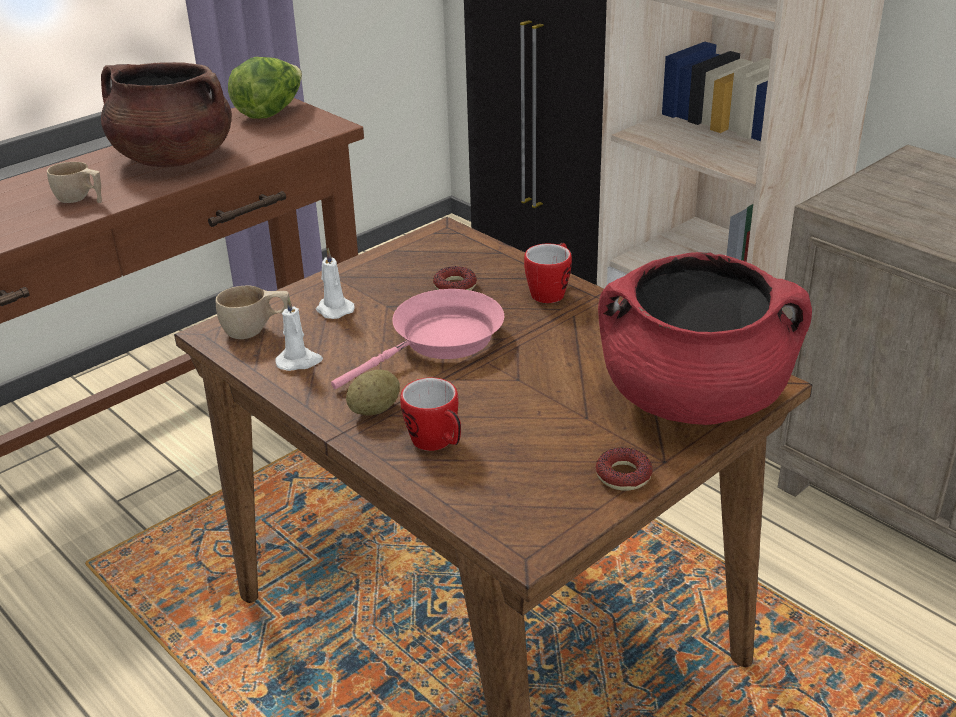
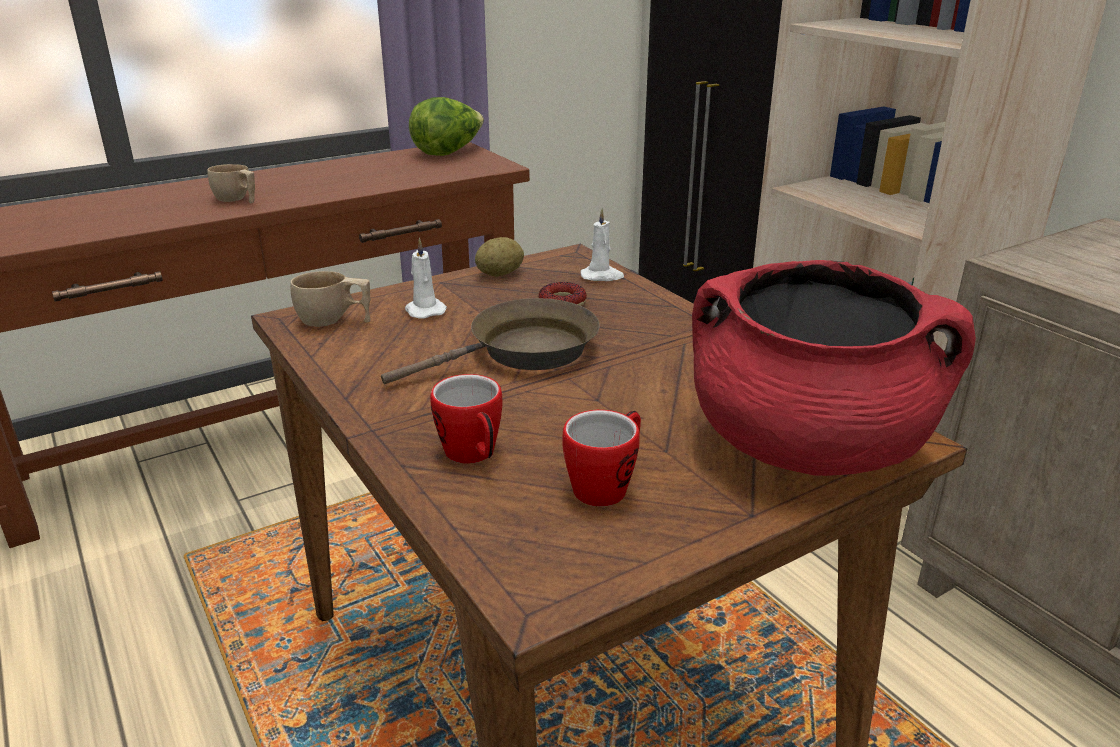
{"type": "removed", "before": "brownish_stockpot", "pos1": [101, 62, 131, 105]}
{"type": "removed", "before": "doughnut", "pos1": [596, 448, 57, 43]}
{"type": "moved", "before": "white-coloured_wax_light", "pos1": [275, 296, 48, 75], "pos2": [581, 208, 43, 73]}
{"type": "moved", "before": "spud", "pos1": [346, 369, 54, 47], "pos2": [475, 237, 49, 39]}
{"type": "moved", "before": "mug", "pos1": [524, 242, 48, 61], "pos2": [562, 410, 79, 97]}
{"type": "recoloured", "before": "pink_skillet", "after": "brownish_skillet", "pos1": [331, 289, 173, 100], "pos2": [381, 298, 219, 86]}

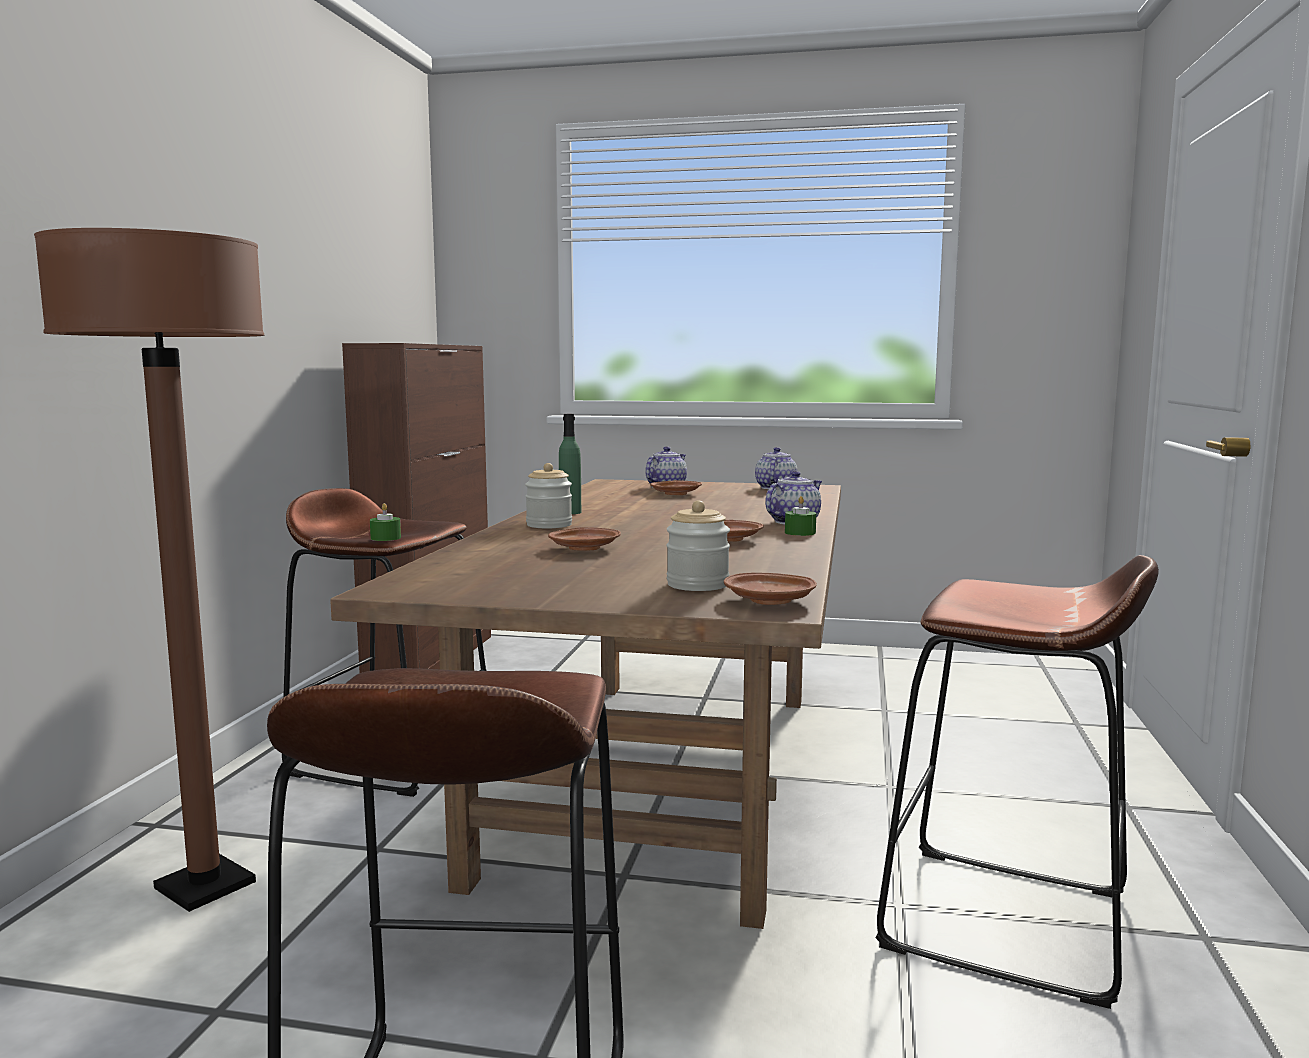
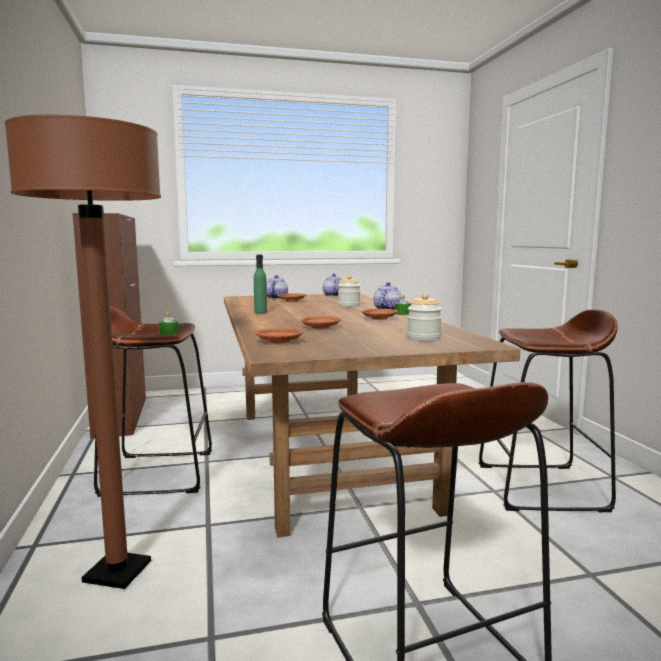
{"type": "moved", "before": "storage_jar", "pos1": [525, 463, 47, 65], "pos2": [338, 275, 22, 32]}
{"type": "moved", "before": "brownish_plate", "pos1": [724, 573, 93, 32], "pos2": [255, 329, 48, 14]}

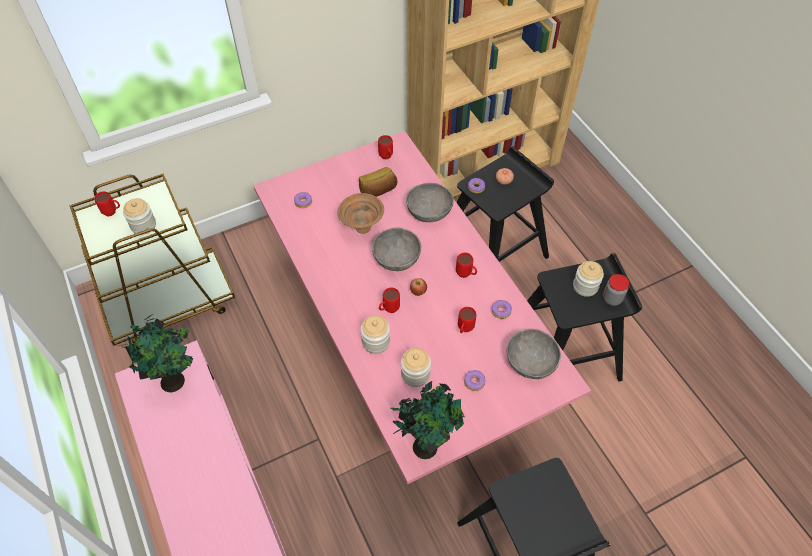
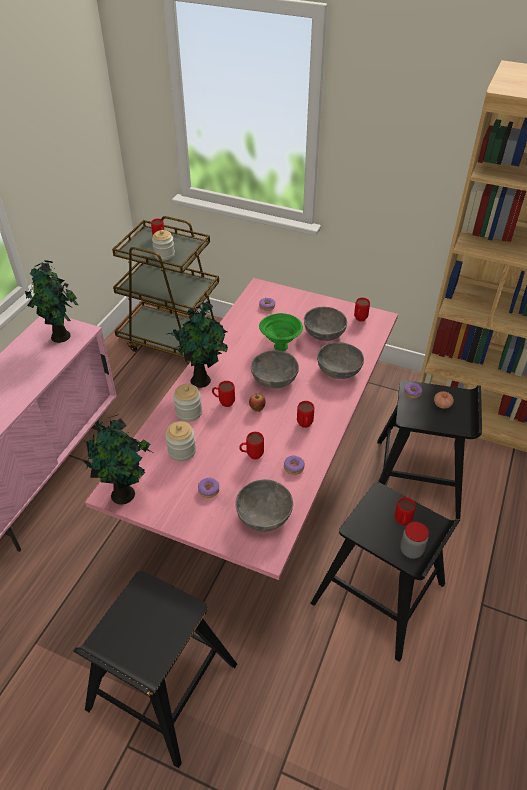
{"type": "added", "after": "plant_in_a_pot", "pos2": [168, 300, 60, 88]}
{"type": "replaced", "before": "bread", "after": "gray_deep_dish", "pos1": [359, 167, 38, 30], "pos2": [304, 307, 43, 34]}
{"type": "replaced", "before": "storage_jar", "after": "reddish_mug", "pos1": [573, 261, 31, 36], "pos2": [395, 497, 21, 29]}
{"type": "recoloured", "before": "brownish_deep_dish", "after": "green-coloured_deep_dish", "pos1": [337, 193, 47, 41], "pos2": [259, 313, 44, 38]}

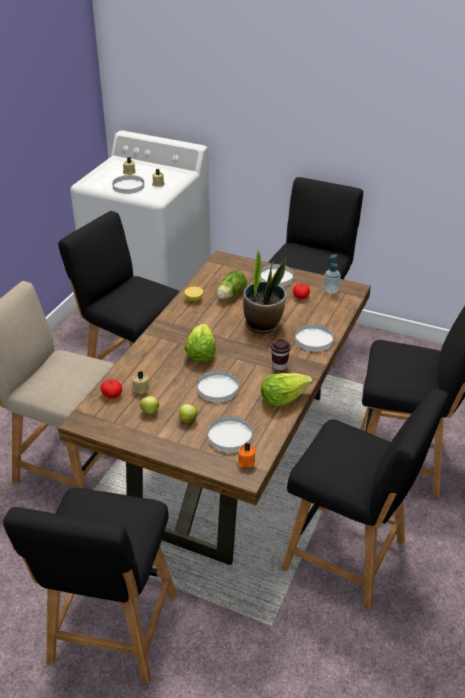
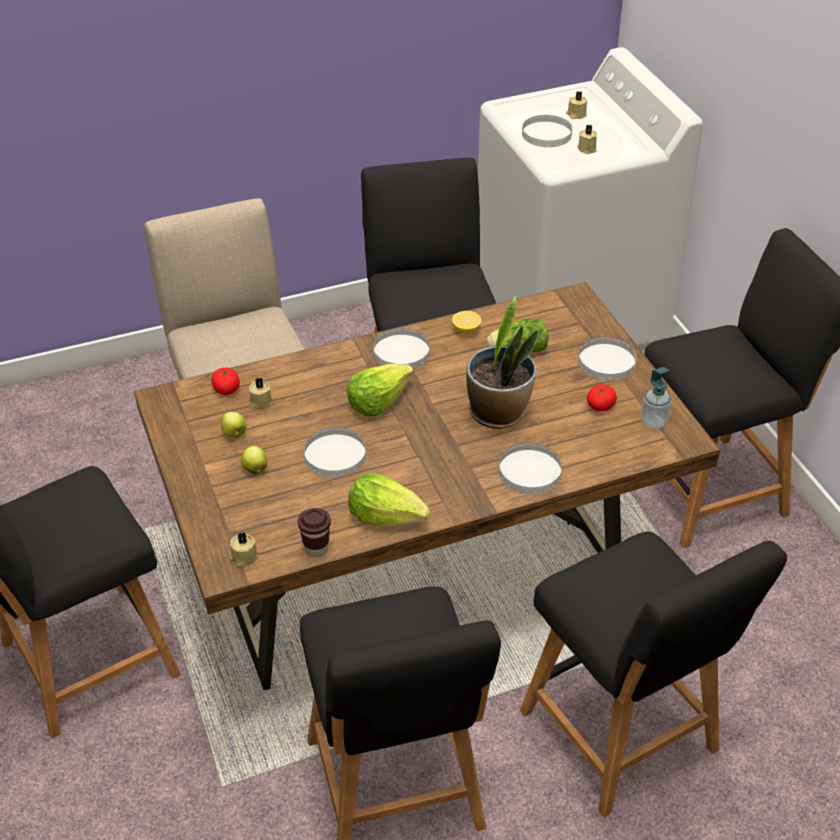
{"type": "moved", "before": "white-coloured_plate", "pos1": [208, 416, 44, 36], "pos2": [373, 328, 57, 41]}
{"type": "moved", "before": "brownish_small_cup", "pos1": [271, 339, 20, 31], "pos2": [298, 508, 33, 49]}
{"type": "recoloured", "before": "orange-coloured_wax_light", "after": "beige_wax_light", "pos1": [237, 443, 19, 25], "pos2": [229, 532, 29, 35]}

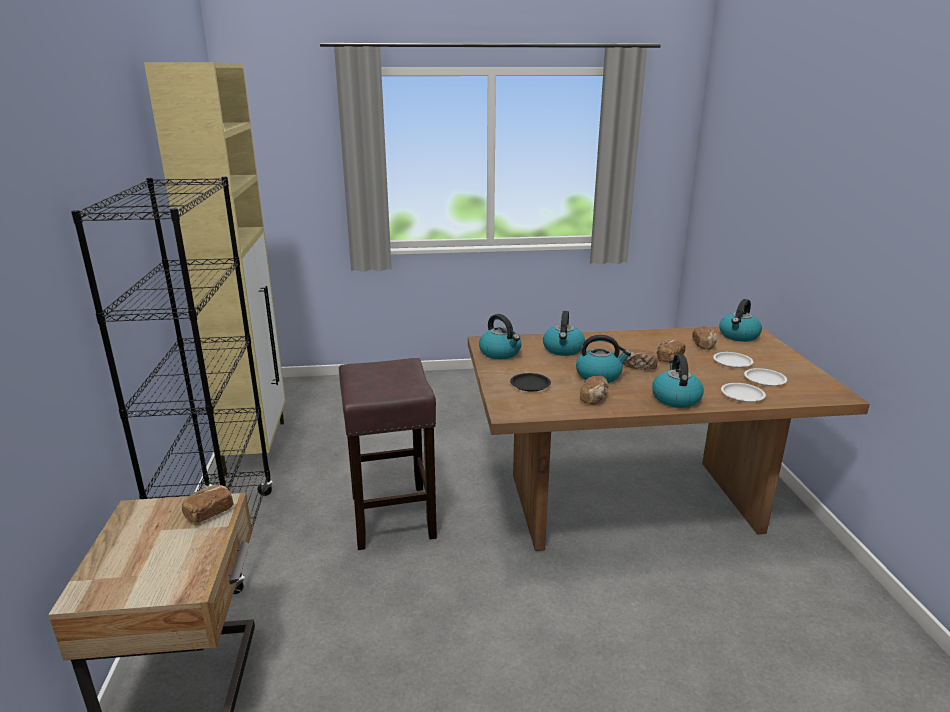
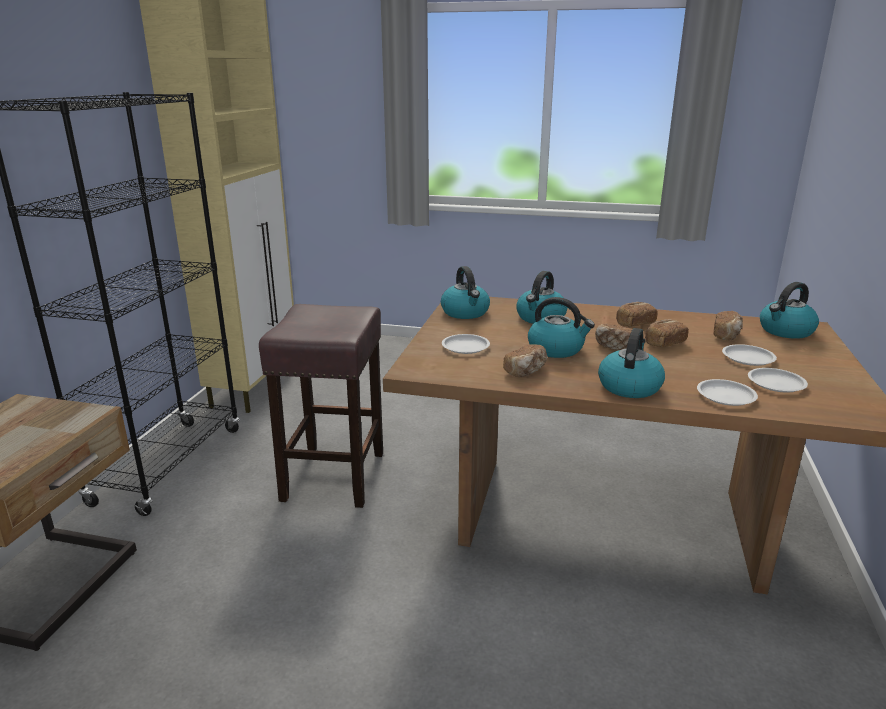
{"type": "moved", "before": "bread", "pos1": [182, 485, 51, 38], "pos2": [616, 302, 42, 25]}
{"type": "recoloured", "before": "black-coloured_plate", "after": "white-coloured_plate", "pos1": [510, 373, 41, 18], "pos2": [442, 334, 48, 20]}

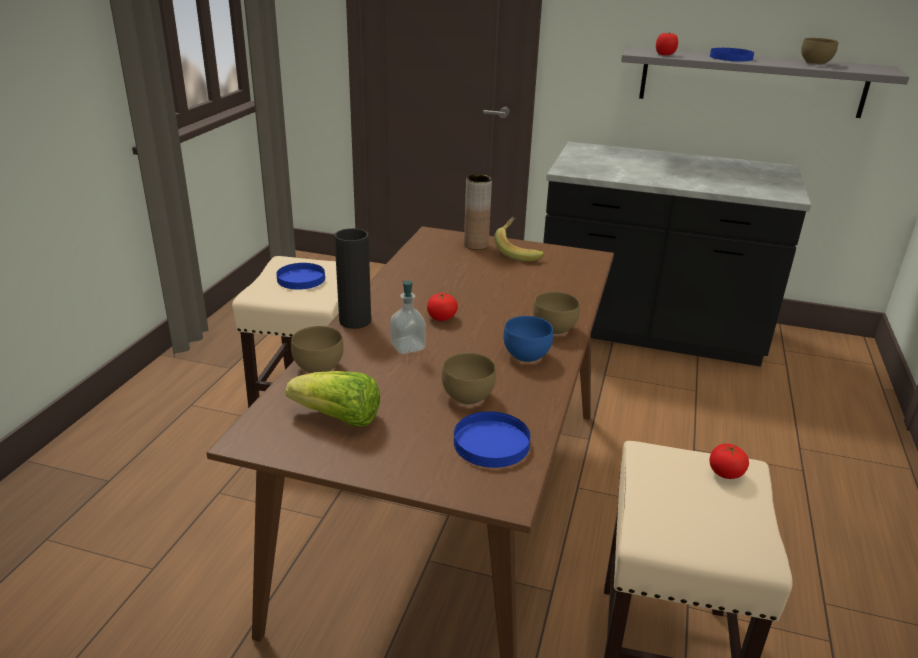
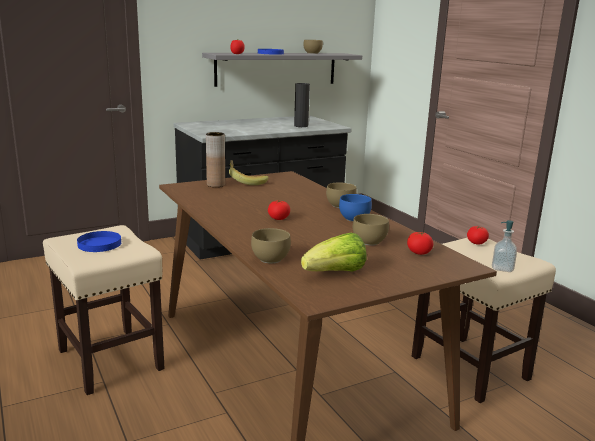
{"type": "moved", "before": "black-coloured_vase", "pos1": [334, 228, 37, 101], "pos2": [294, 83, 16, 44]}
{"type": "moved", "before": "soap_bottle", "pos1": [390, 281, 36, 73], "pos2": [492, 220, 25, 52]}
{"type": "replaced", "before": "bluish_plate", "after": "fresh_tomato", "pos1": [454, 411, 76, 57], "pos2": [407, 232, 26, 23]}

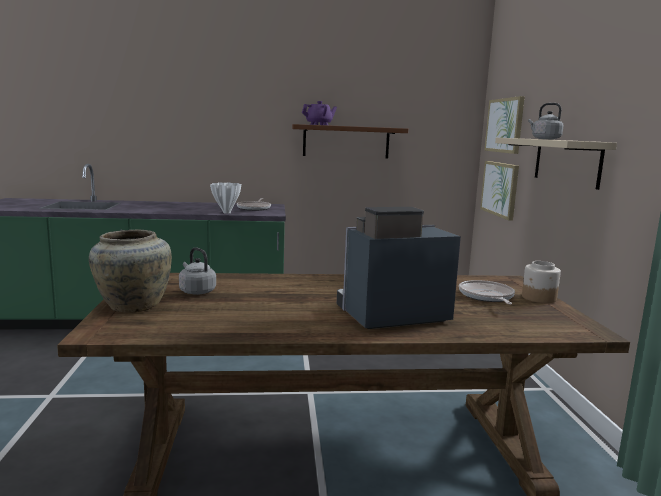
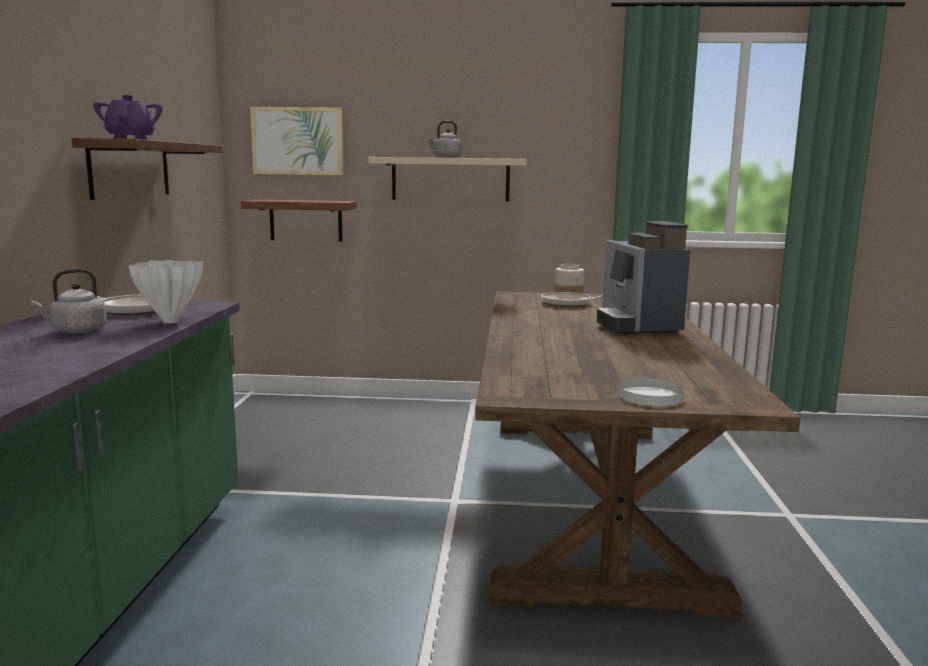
{"type": "moved", "before": "gray_water_kettle", "pos1": [179, 247, 37, 48], "pos2": [31, 269, 76, 65]}
{"type": "replaced", "before": "beige_vase", "after": "white-coloured_plate", "pos1": [89, 229, 83, 84], "pos2": [618, 378, 66, 28]}
{"type": "replaced", "before": "wall_art", "after": "wall_shelf", "pos1": [480, 161, 39, 60], "pos2": [240, 199, 117, 43]}

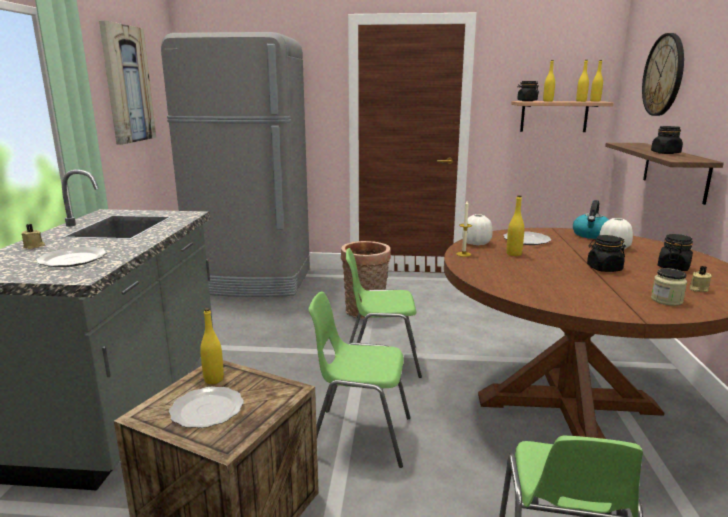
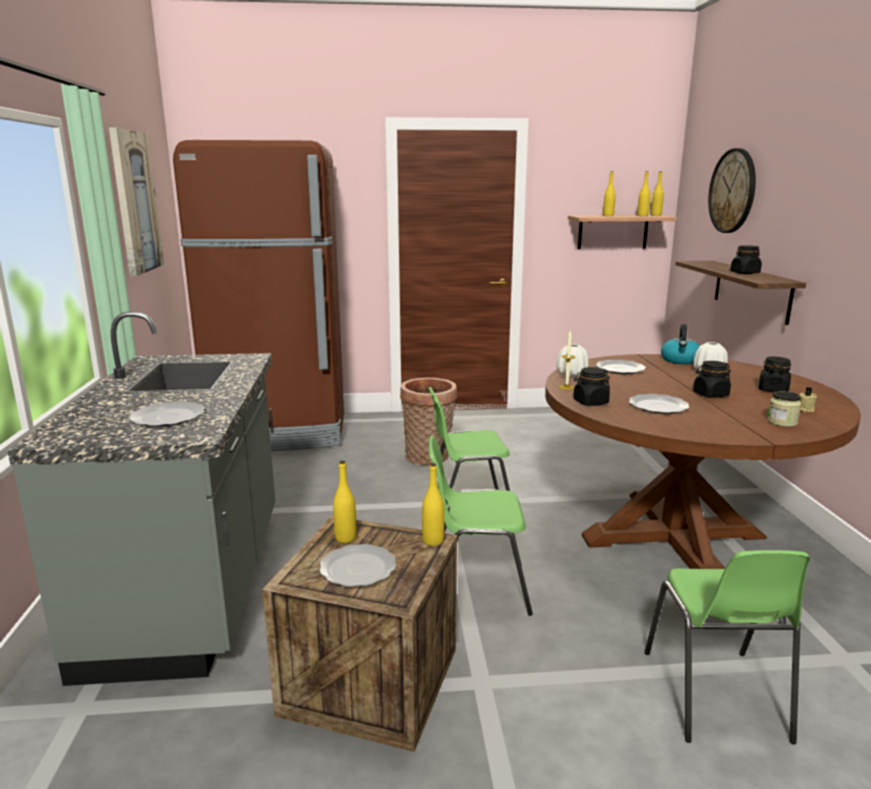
{"type": "removed", "before": "beige_wax_light", "pos1": [21, 224, 24, 25]}
{"type": "added", "after": "plate", "pos2": [629, 394, 61, 20]}
{"type": "moved", "before": "yellow-coloured_beverage_bottle", "pos1": [507, 195, 17, 61], "pos2": [422, 463, 23, 83]}
{"type": "moved", "before": "black-coloured_storage_jar", "pos1": [517, 81, 22, 20], "pos2": [573, 367, 37, 39]}
{"type": "recoloured", "before": "gray_fridge", "after": "brownish_fridge", "pos1": [161, 32, 149, 265], "pos2": [173, 140, 171, 311]}

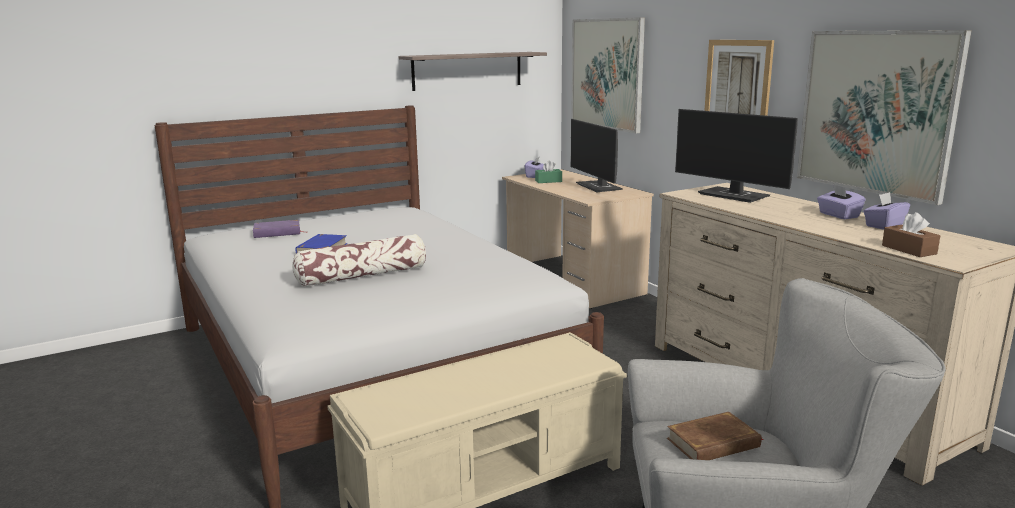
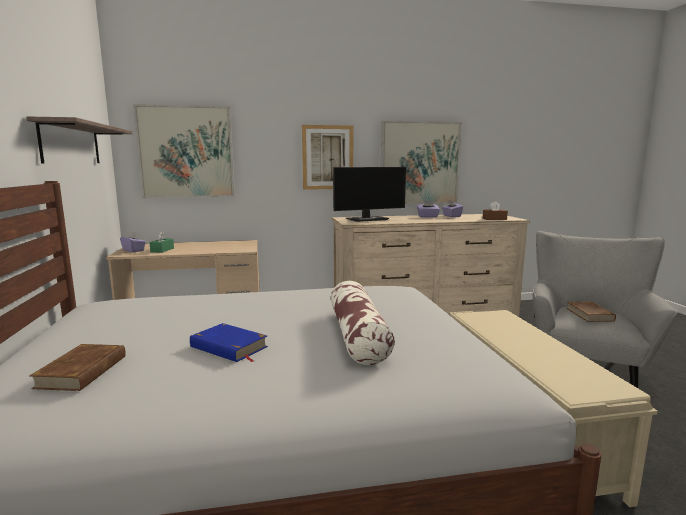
{"type": "removed", "before": "computer_display", "pos1": [571, 119, 52, 73]}
{"type": "recoloured", "before": "purple-coloured_volume", "after": "brownish_volume", "pos1": [253, 220, 50, 18], "pos2": [30, 344, 96, 47]}

